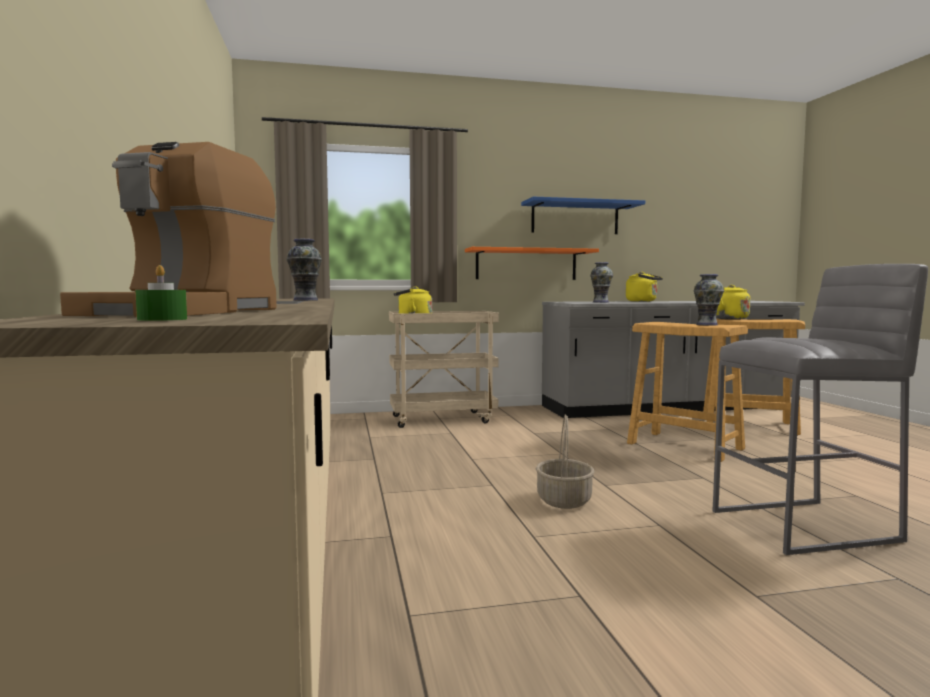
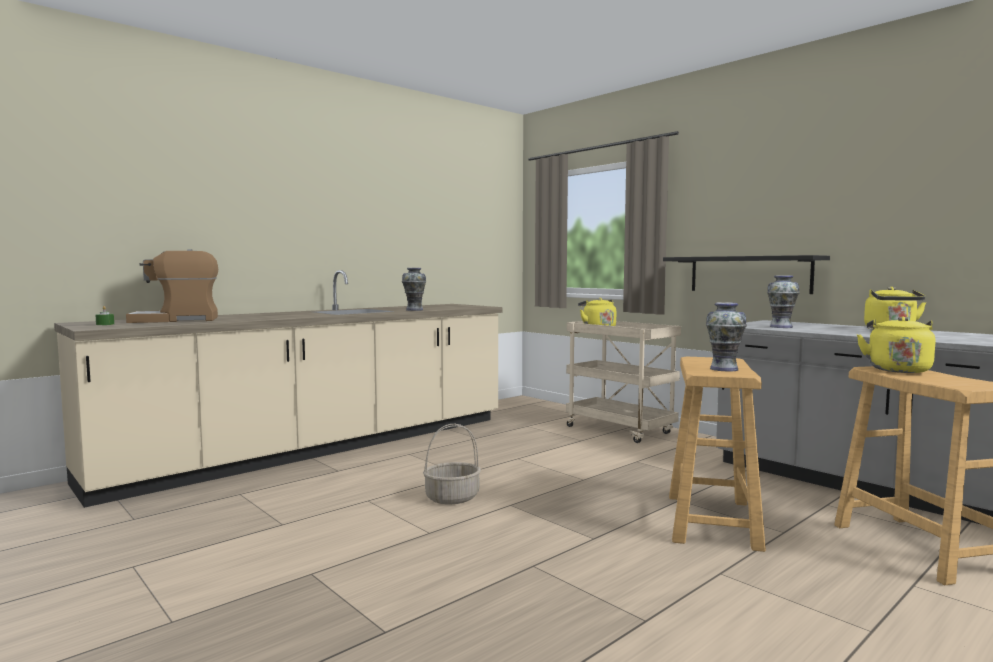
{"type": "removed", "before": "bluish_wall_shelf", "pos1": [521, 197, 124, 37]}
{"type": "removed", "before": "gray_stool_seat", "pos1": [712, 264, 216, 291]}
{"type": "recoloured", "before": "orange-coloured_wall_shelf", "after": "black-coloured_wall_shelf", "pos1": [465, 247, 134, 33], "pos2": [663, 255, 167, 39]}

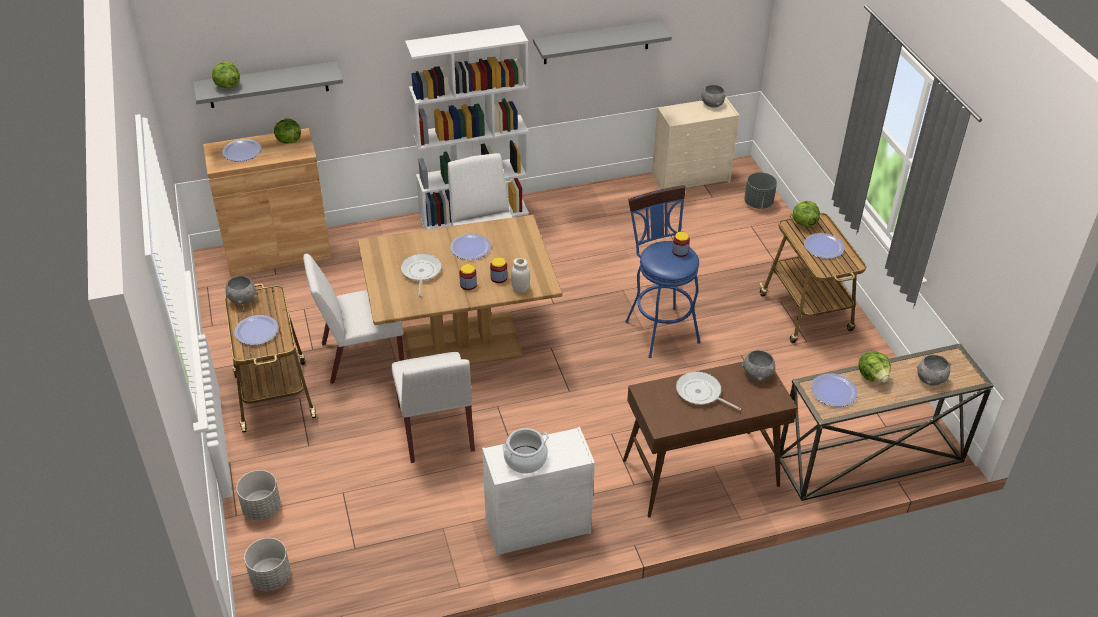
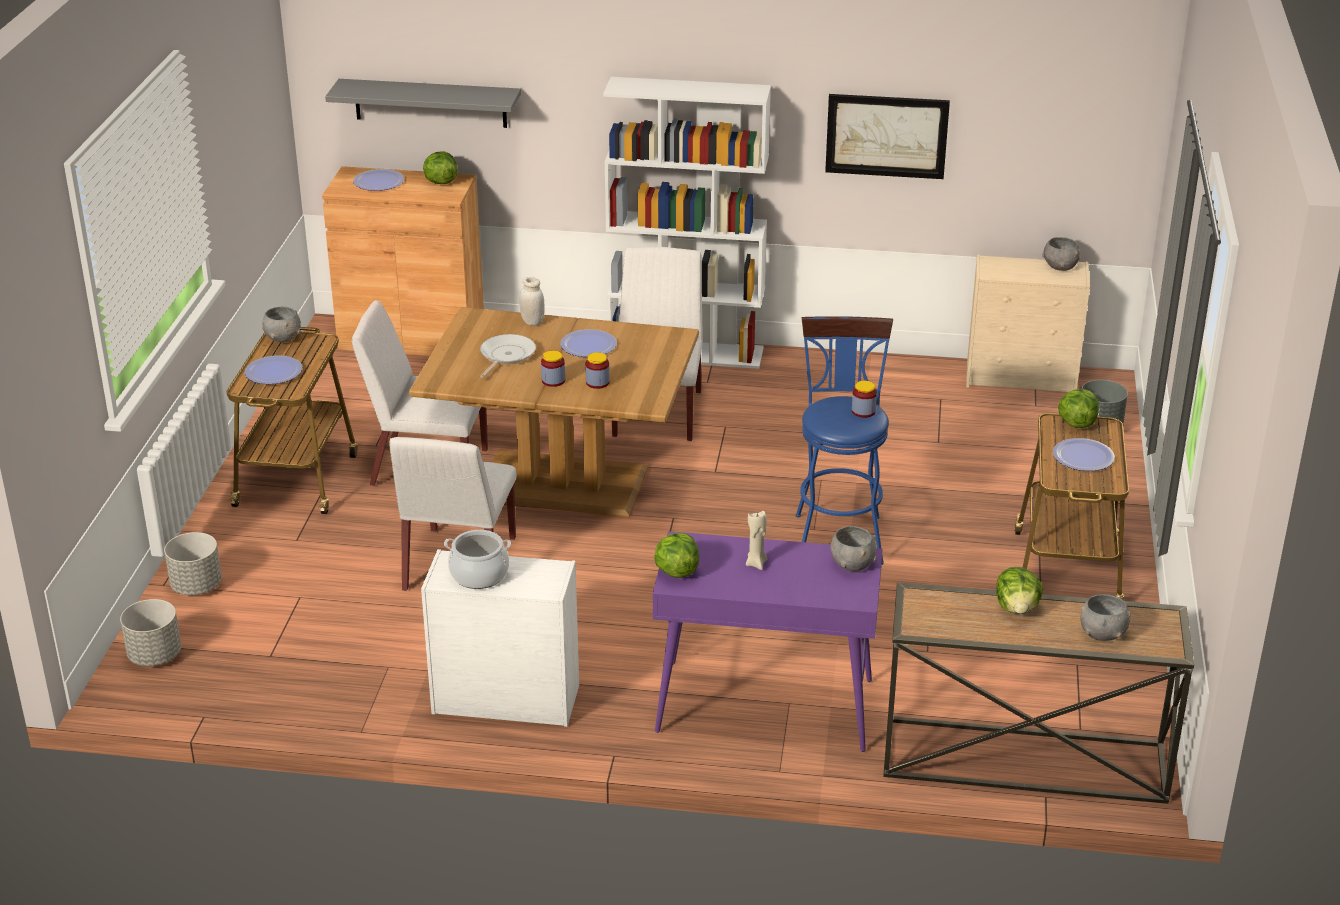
{"type": "removed", "before": "plate", "pos1": [811, 374, 47, 33]}
{"type": "moved", "before": "lettuce", "pos1": [212, 62, 28, 26], "pos2": [654, 533, 45, 45]}
{"type": "moved", "before": "white-coloured_storage_jar", "pos1": [511, 258, 19, 35], "pos2": [520, 277, 25, 49]}
{"type": "replaced", "before": "gray_wall_shelf", "after": "wall_art", "pos1": [533, 21, 139, 43], "pos2": [825, 94, 125, 85]}
{"type": "replaced", "before": "skillet", "after": "beige_wax_light", "pos1": [676, 371, 65, 39], "pos2": [746, 511, 21, 59]}
{"type": "recoloured", "before": "brownish_hall_table", "after": "purple-coloured_hall_table", "pos1": [623, 361, 174, 157], "pos2": [653, 531, 230, 221]}

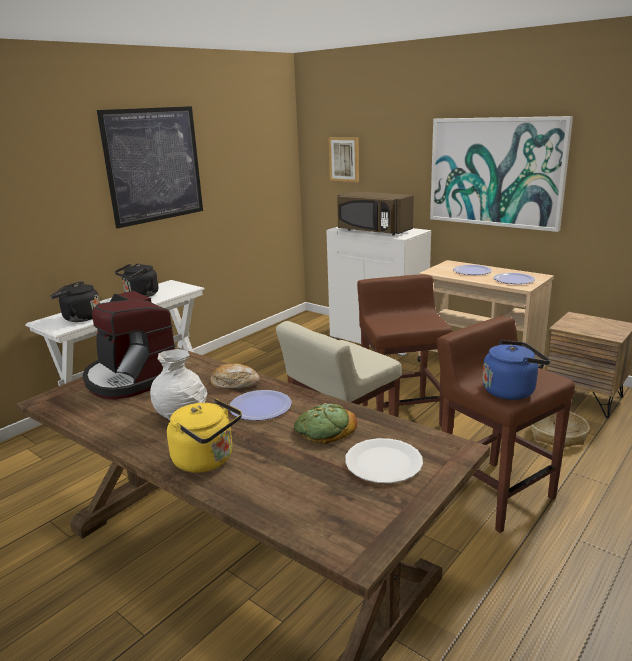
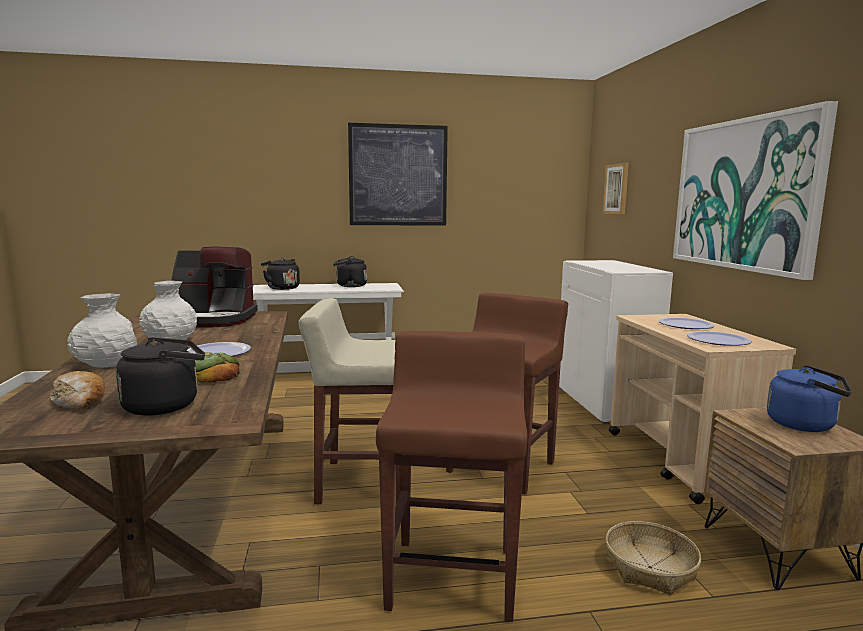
{"type": "removed", "before": "brownish_microwave", "pos1": [337, 191, 77, 45]}
{"type": "moved", "before": "bread", "pos1": [210, 363, 50, 26], "pos2": [50, 371, 55, 38]}
{"type": "moved", "before": "bluish_water_kettle", "pos1": [482, 340, 68, 60], "pos2": [767, 365, 85, 67]}
{"type": "replaced", "before": "yellow-coloured_water_kettle", "after": "white-coloured_vase", "pos1": [167, 399, 75, 74], "pos2": [67, 293, 70, 75]}
{"type": "replaced", "before": "white-coloured_plate", "after": "black-coloured_water_kettle", "pos1": [345, 438, 78, 45], "pos2": [116, 337, 89, 79]}
{"type": "turned", "before": "coffee_brewer", "pos1": [83, 291, 92, 109], "pos2": [172, 247, 86, 81], "turn": -90}

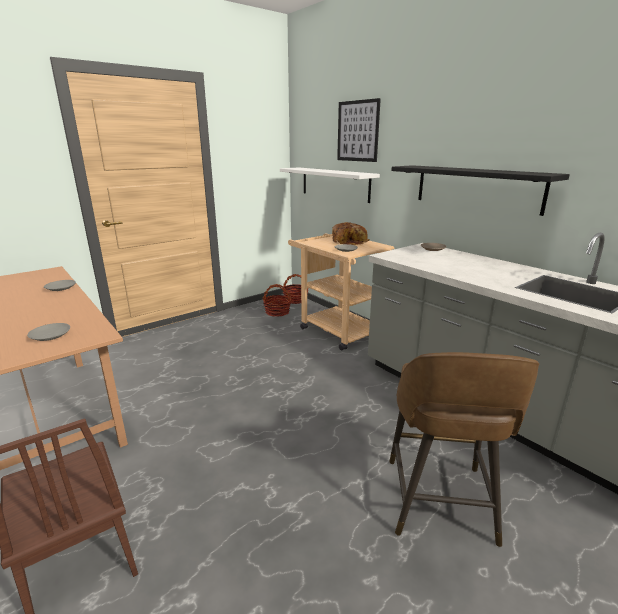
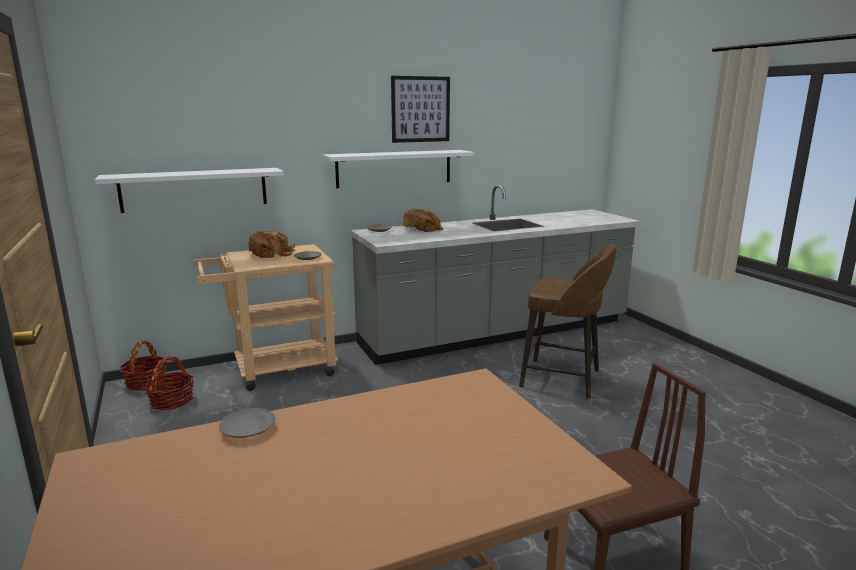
{"type": "removed", "before": "gray_plate", "pos1": [27, 323, 43, 18]}
{"type": "added", "after": "bread", "pos2": [403, 209, 40, 23]}
{"type": "moved", "before": "wall_art", "pos1": [337, 98, 44, 64], "pos2": [391, 76, 59, 67]}
{"type": "recoloured", "before": "black-coloured_wall_shelf", "after": "white-coloured_wall_shelf", "pos1": [391, 165, 179, 51], "pos2": [322, 150, 152, 38]}

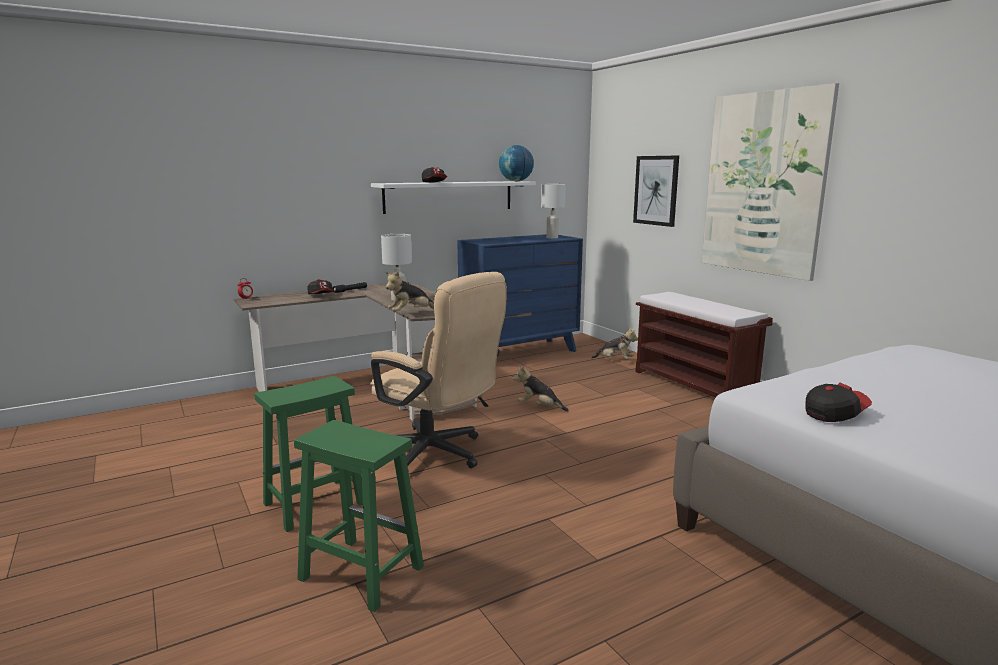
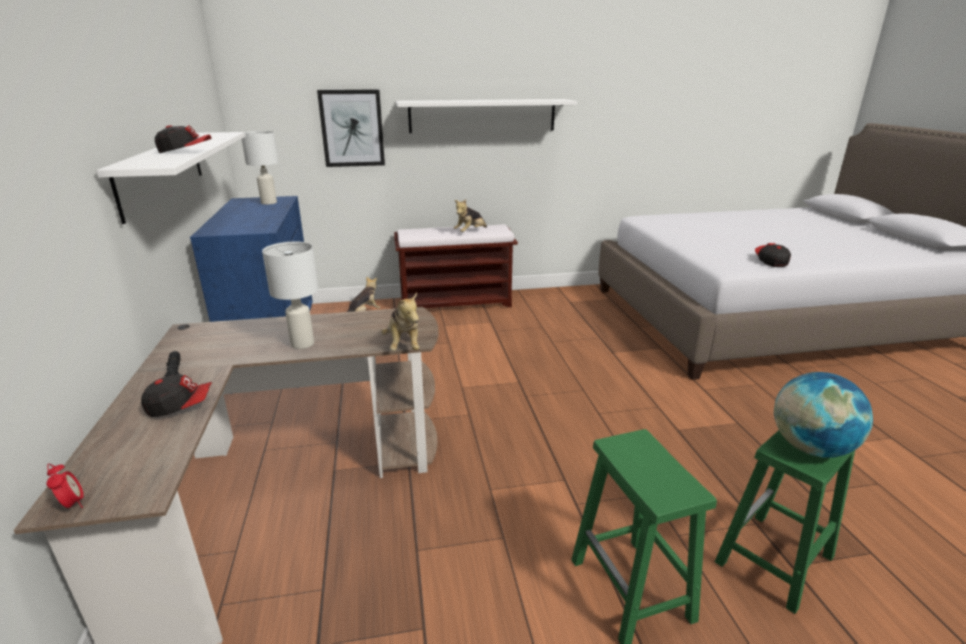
{"type": "removed", "before": "beige_desk_chair", "pos1": [370, 272, 137, 201]}
{"type": "moved", "before": "desk_globe", "pos1": [499, 145, 35, 36], "pos2": [774, 372, 99, 86]}
{"type": "moved", "before": "cuddly_toy", "pos1": [513, 365, 55, 46], "pos2": [454, 199, 33, 33]}
{"type": "replaced", "before": "wall_art", "after": "white-coloured_wall_shelf", "pos1": [702, 83, 137, 198], "pos2": [396, 99, 181, 34]}

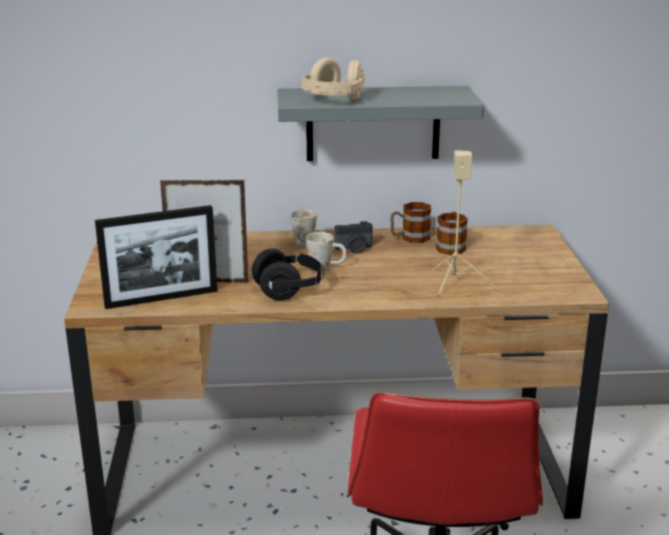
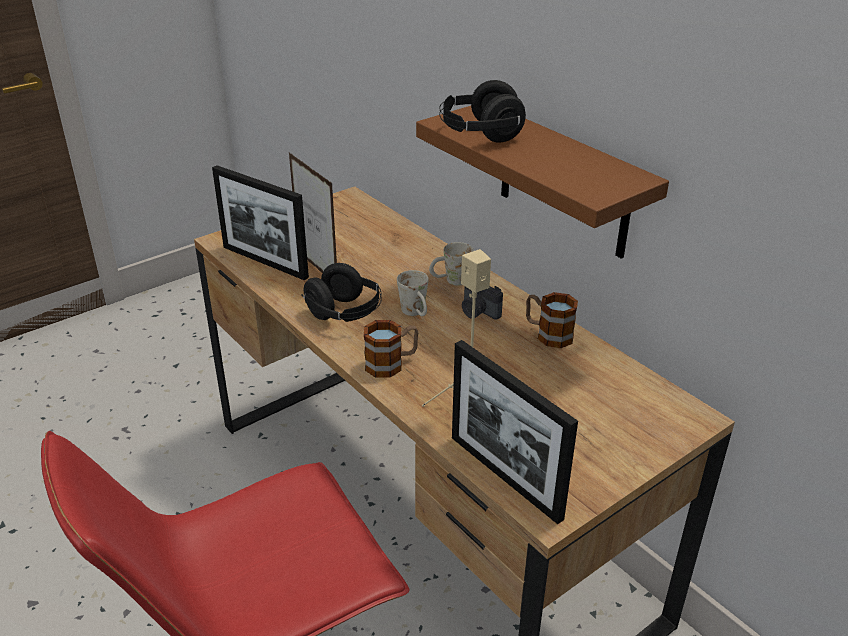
{"type": "added", "after": "picture_frame", "pos2": [452, 340, 126, 184]}
{"type": "moved", "before": "mug", "pos1": [436, 212, 32, 43], "pos2": [364, 320, 54, 57]}
{"type": "recoloured", "before": "gray_wall_shelf", "after": "brownish_wall_shelf", "pos1": [278, 86, 206, 75], "pos2": [416, 106, 253, 153]}
{"type": "recoloured", "before": "beige_headphones", "after": "black-coloured_headphones", "pos1": [300, 57, 65, 43], "pos2": [439, 80, 87, 63]}

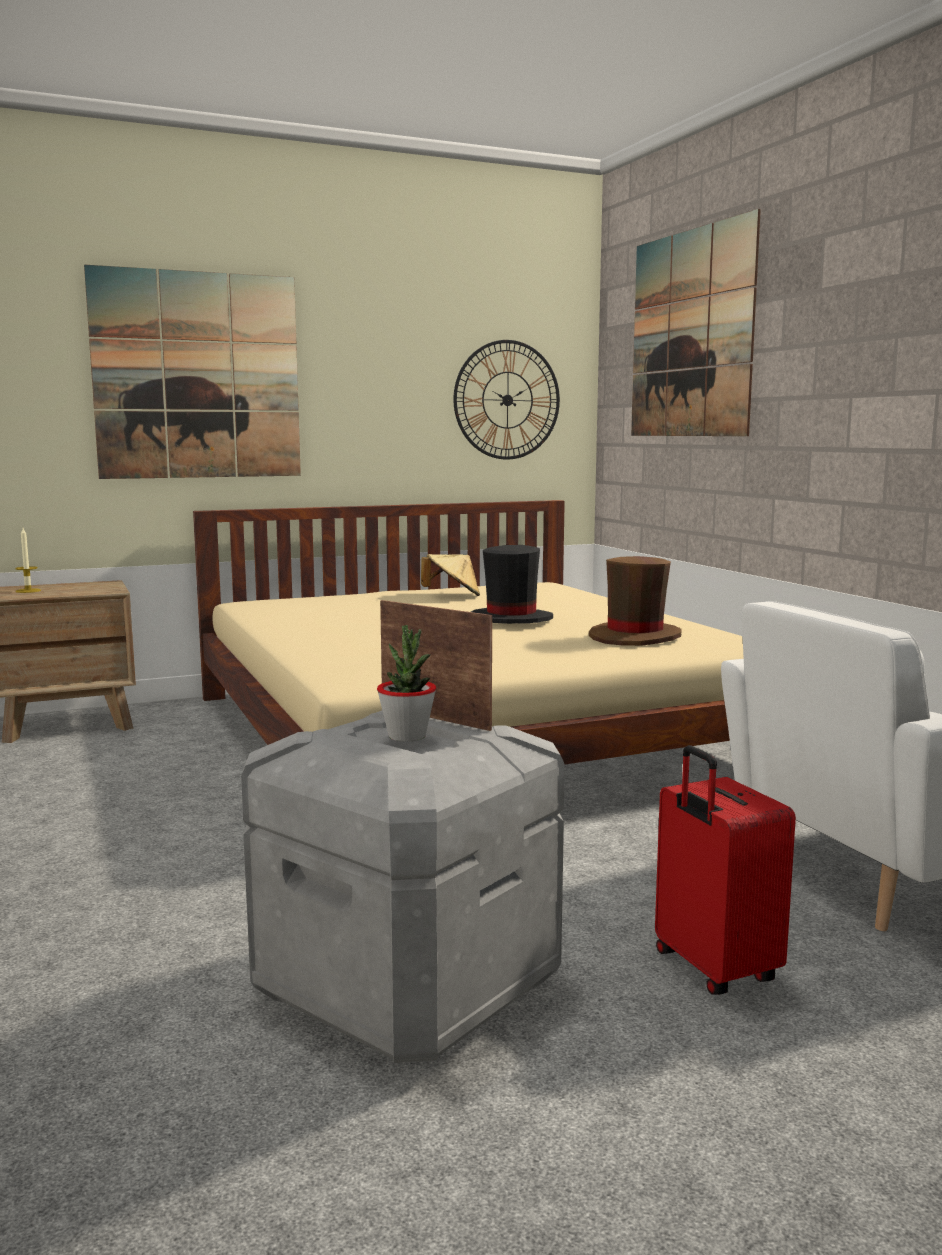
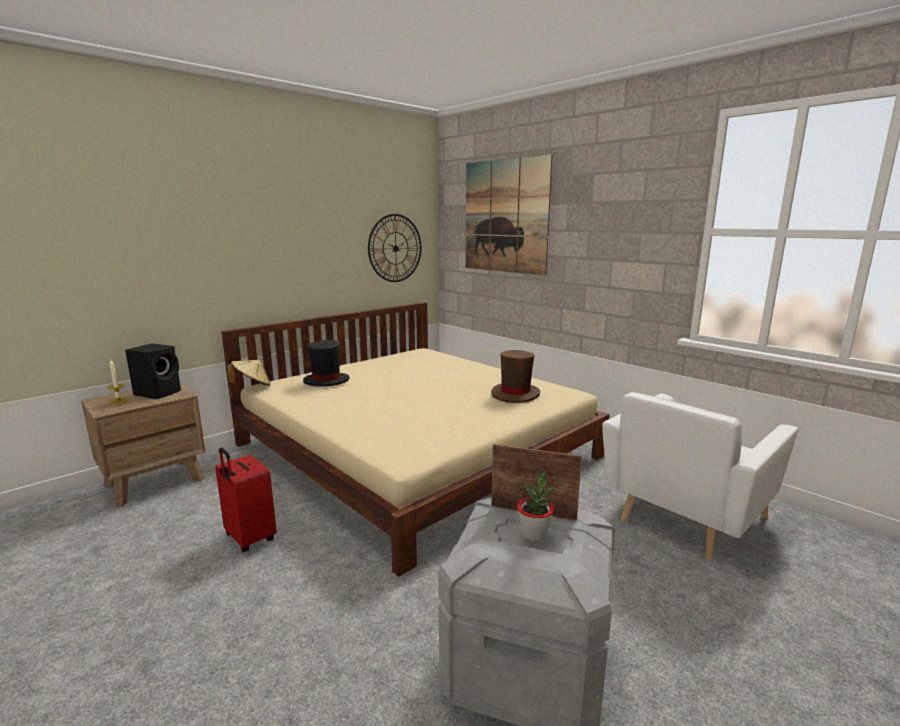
{"type": "removed", "before": "wall_art", "pos1": [84, 265, 217, 214]}
{"type": "added", "after": "black-coloured_audio_speaker", "pos2": [125, 343, 56, 56]}
{"type": "moved", "before": "beige_wearable_hat", "pos1": [421, 554, 59, 42], "pos2": [227, 360, 44, 26]}
{"type": "moved", "before": "black-coloured_wearable_hat", "pos1": [471, 545, 82, 79], "pos2": [303, 340, 47, 47]}
{"type": "moved", "before": "reddish_piece_of_luggage", "pos1": [655, 745, 141, 250], "pos2": [215, 448, 62, 104]}

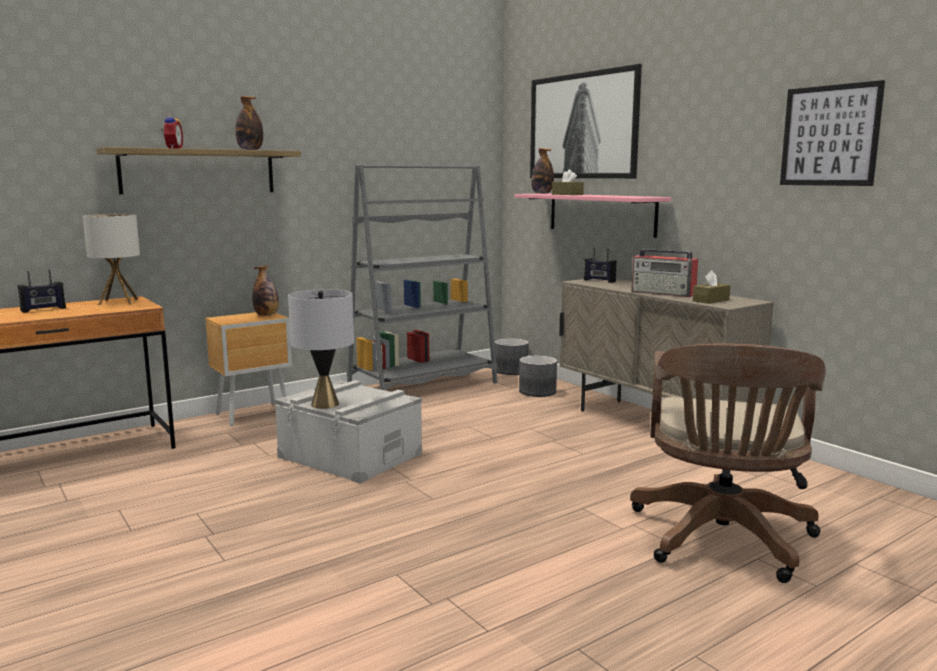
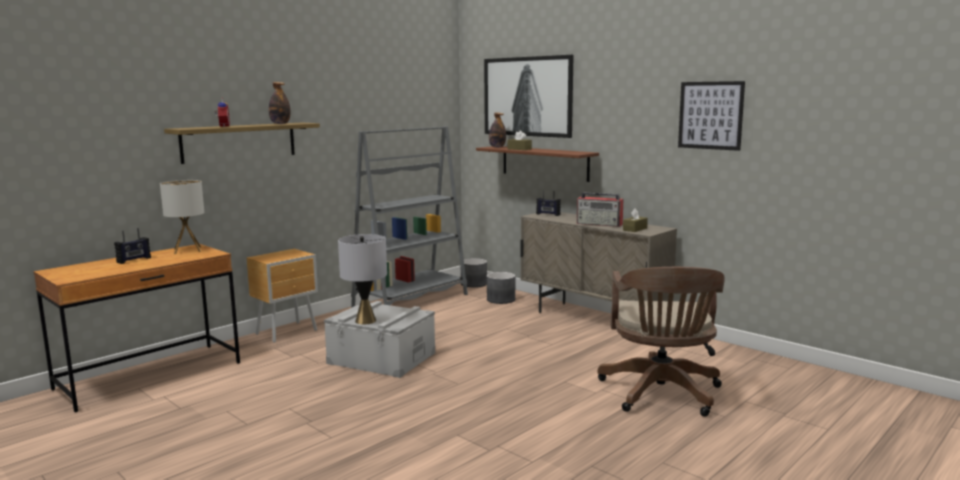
{"type": "removed", "before": "beverage_bottle", "pos1": [252, 265, 27, 51]}
{"type": "recoloured", "before": "pink_wall_shelf", "after": "brownish_wall_shelf", "pos1": [514, 194, 157, 44], "pos2": [476, 146, 123, 36]}

